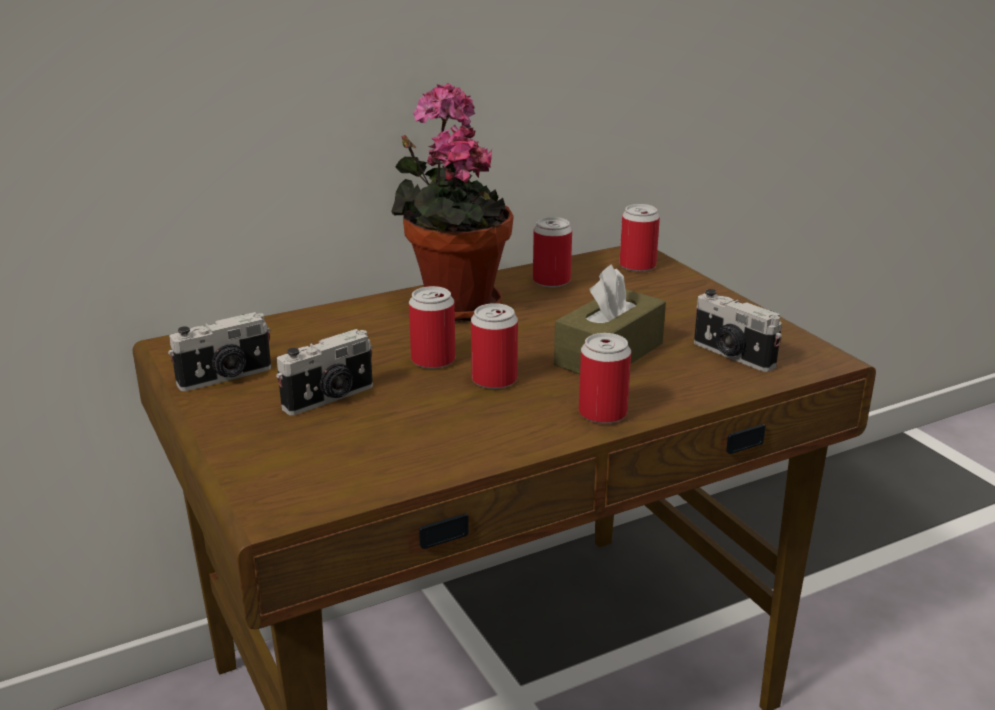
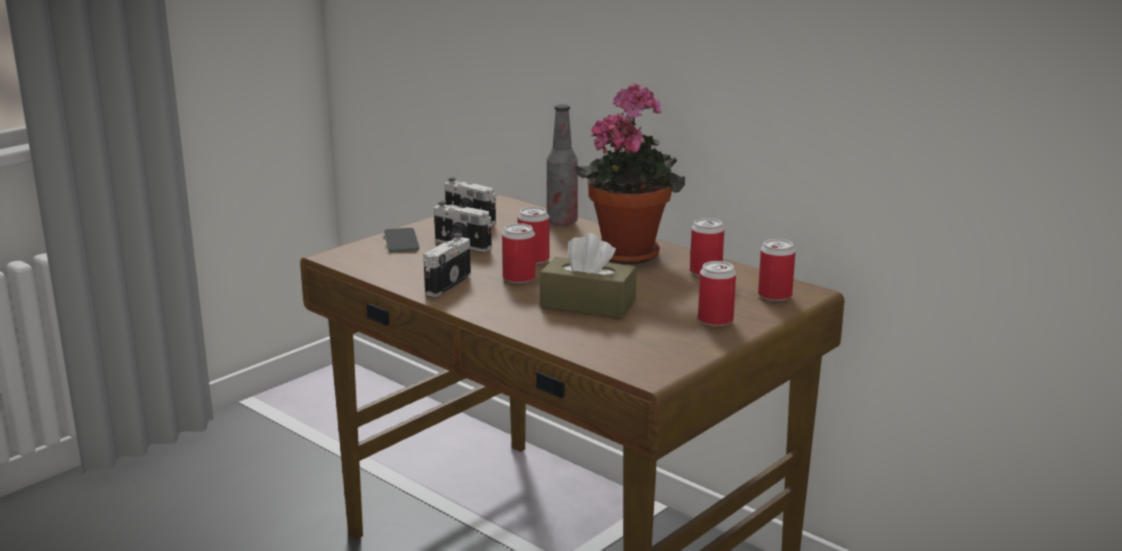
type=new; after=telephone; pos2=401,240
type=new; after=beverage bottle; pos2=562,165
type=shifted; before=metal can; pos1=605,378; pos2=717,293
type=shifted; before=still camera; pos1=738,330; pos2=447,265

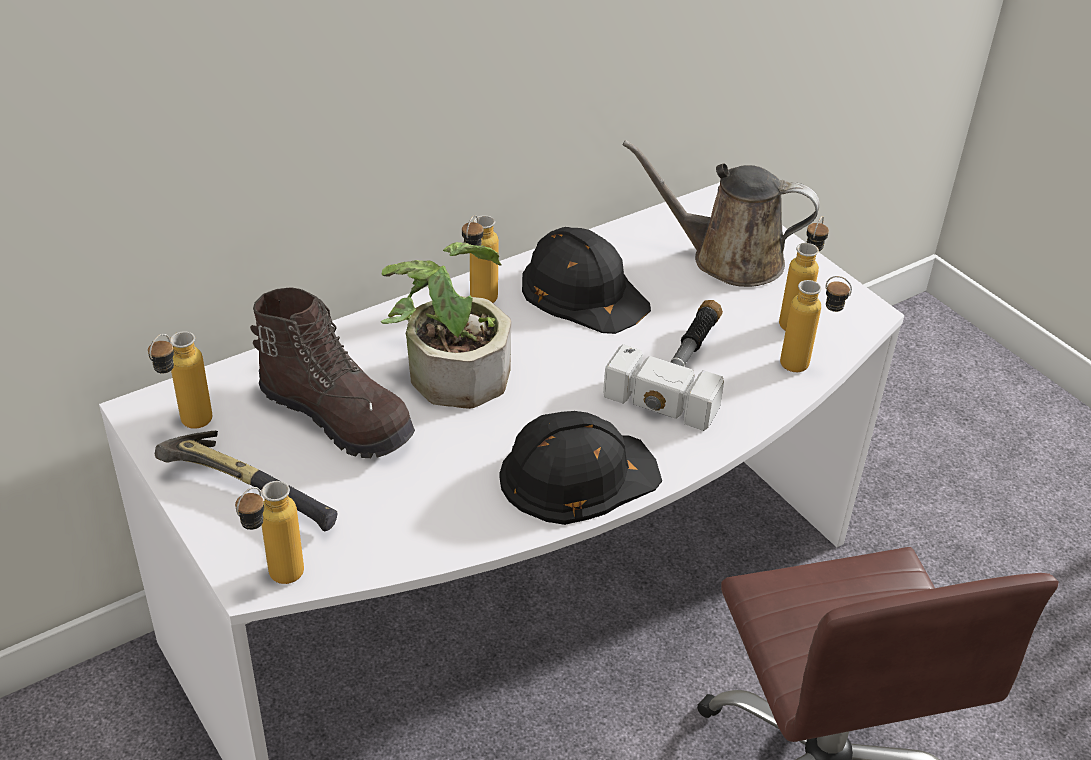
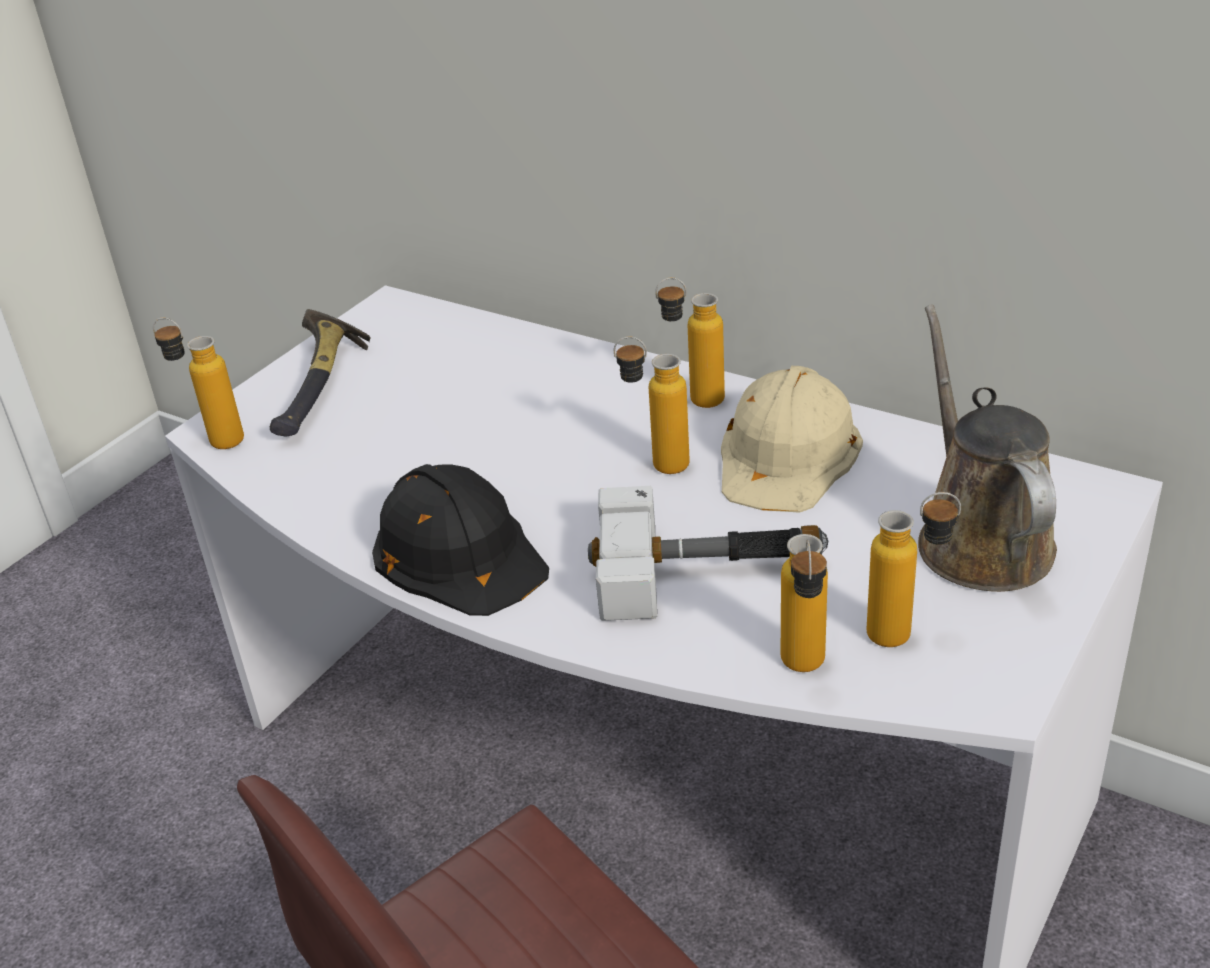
type=gone; before=brown-coloured high-top boot; pos1=332,372
type=gone; before=plant in a pot; pos1=446,325
type=shifted; before=beverage bottle; pos1=180,380; pos2=652,405
type=repainted; before=black-coloured hard hat; after=beige hard hat; pos1=586,280; pos2=792,439

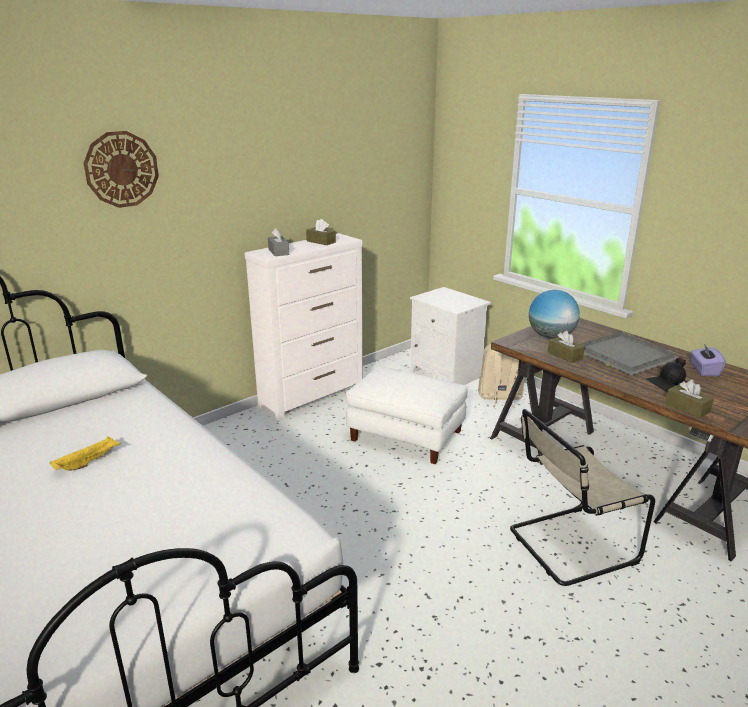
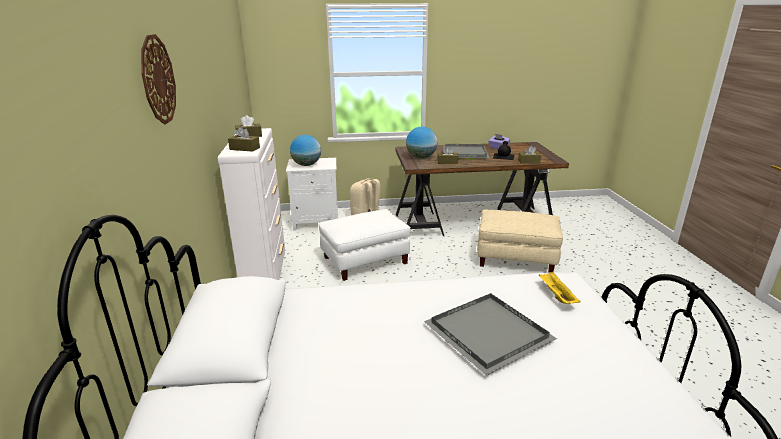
type=new; after=desk globe; pos2=305,150
type=new; after=greyish serving tray; pos2=490,334
type=shifted; before=yellow-coloured serving tray; pos1=85,453; pos2=559,288
type=swapped; before=beige plain chair; after=beige pouffe; pos1=582,497; pos2=520,241
type=repainted; before=greyish tissue box; after=brown-coloured tissue box; pos1=278,242; pos2=244,139

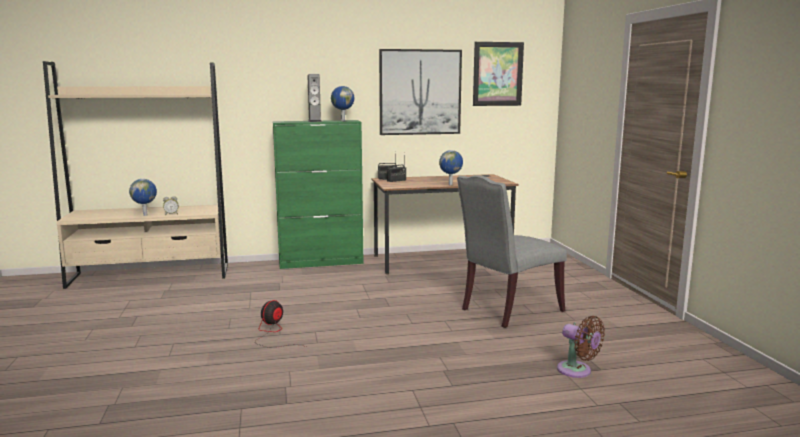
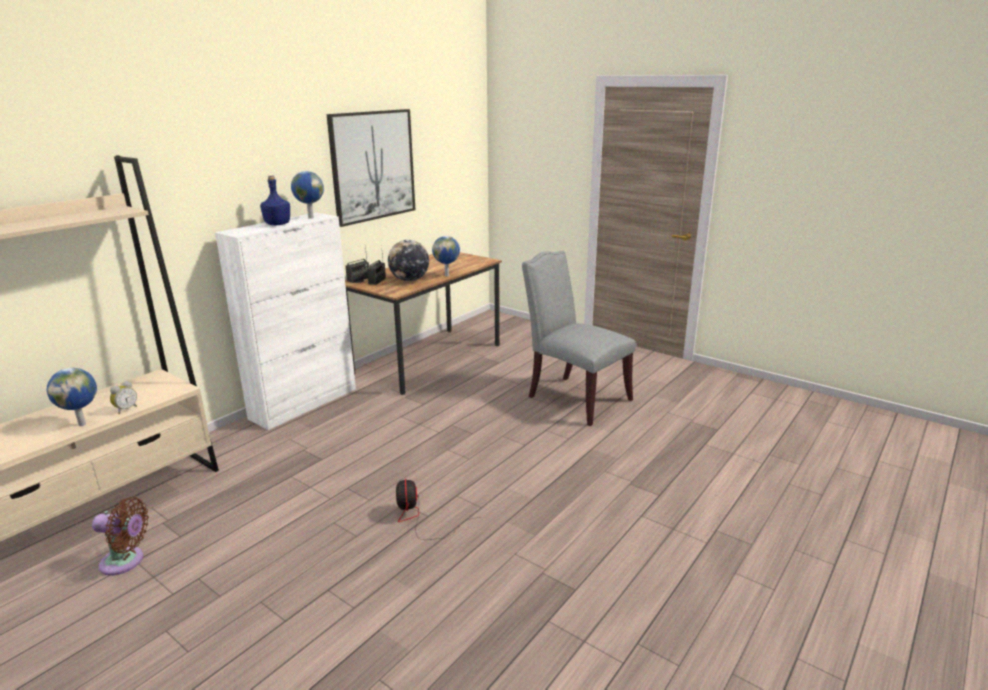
type=gone; before=wall art; pos1=498,74
type=new; after=desk globe; pos2=408,260
type=shifted; before=brown-coloured electric fan; pos1=581,347; pos2=120,536
type=swapped; before=audio speaker; after=blue-coloured beverage bottle; pos1=315,98; pos2=275,200
type=repainted; before=green cabinet; after=white cabinet; pos1=318,194; pos2=285,321
type=rotated; before=greyish plain chair; pos1=512,251; pos2=579,338; turn=120

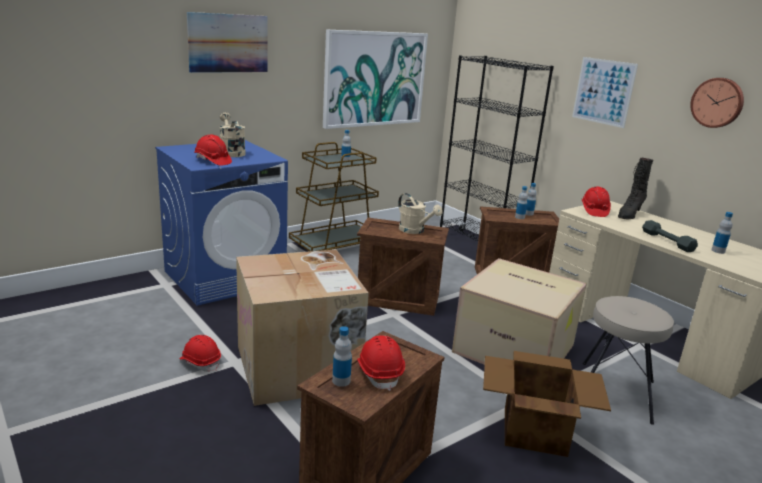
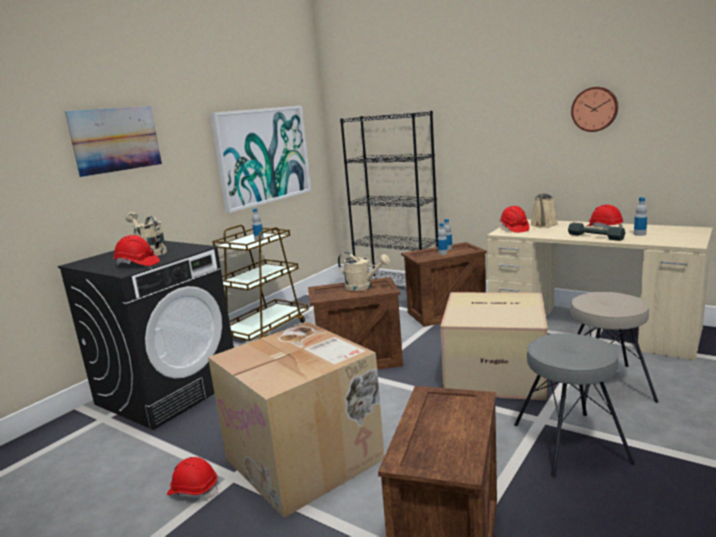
type=gone; before=beverage bottle; pos1=342,356
type=gone; before=wall art; pos1=605,92
type=shifted; before=red-coloured hard hat; pos1=381,363; pos2=605,217
type=swapped; before=packing box; after=greyish stool; pos1=547,404; pos2=574,405
type=swapped; before=black-coloured high-top boot; after=beige watering can; pos1=636,189; pos2=544,211
type=repainted; before=blue-coloured laundry machine; after=black-coloured laundry machine; pos1=221,223; pos2=146,335

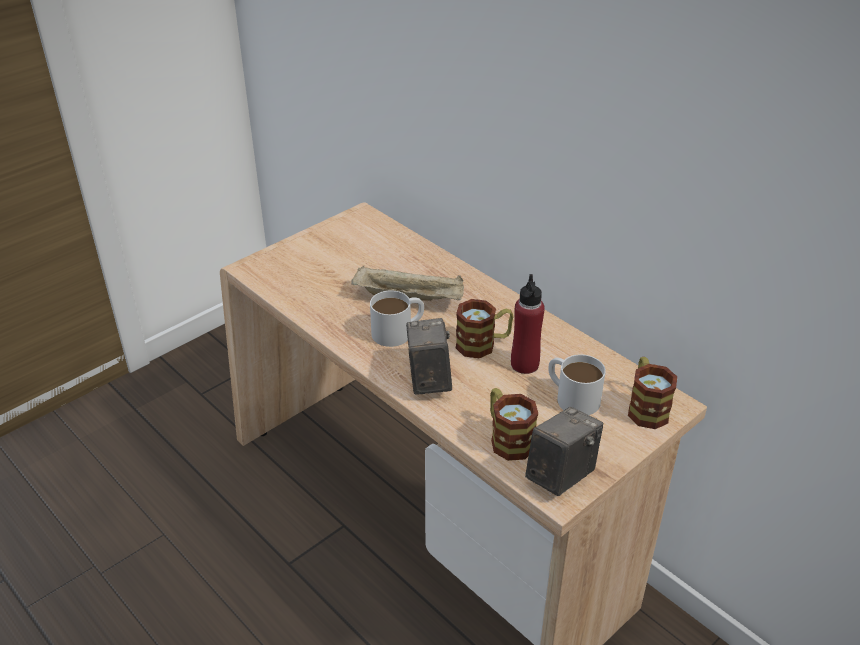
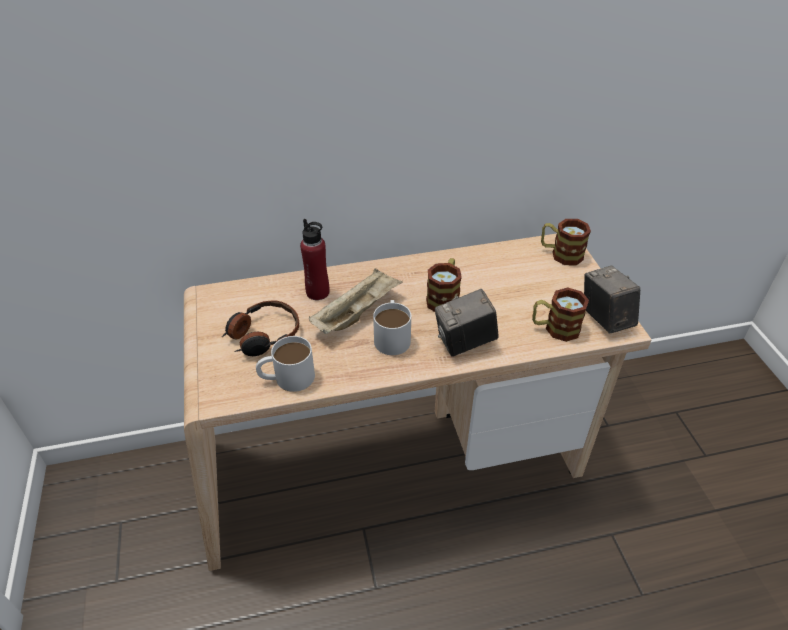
type=new; after=headset; pos2=260,328
type=shifted; before=red-coloured beverage bottle; pos1=528,324; pos2=314,259
type=shifted; before=white coffee mug; pos1=577,384; pos2=285,364
type=rotated; before=still camera; pos1=429,356; pos2=466,323; turn=-45

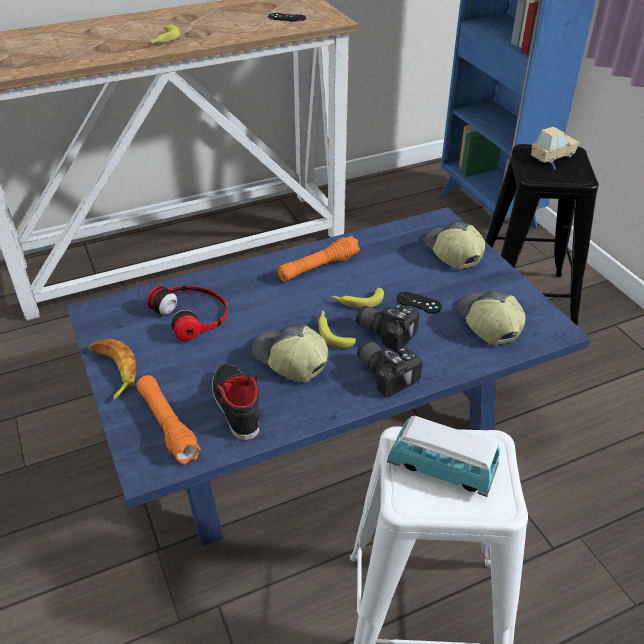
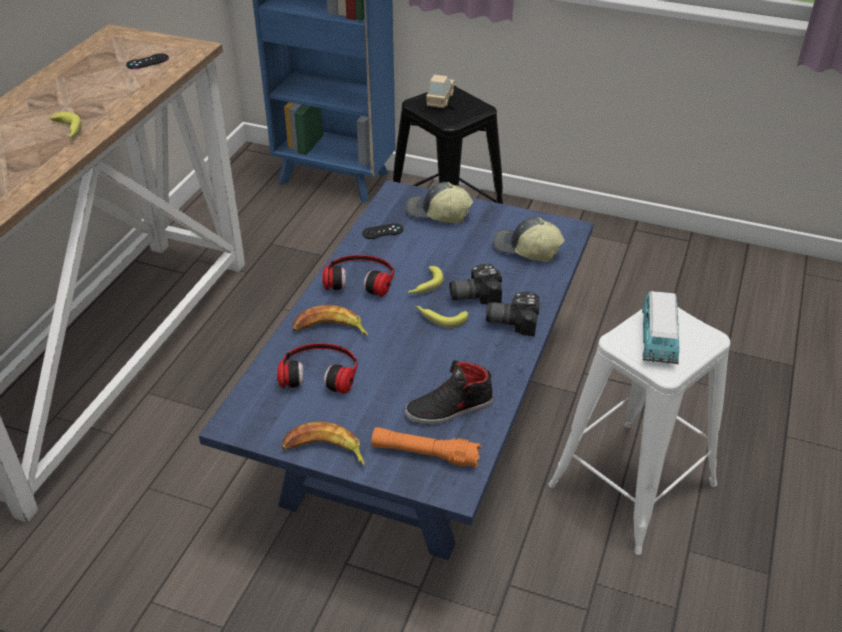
type=gone; before=baseball cap; pos1=289,353
type=new; after=banana; pos2=331,321
type=shifted; before=black-coloured game controller; pos1=419,303; pos2=382,231
type=swapped; before=orangey flashlight; after=headset; pos1=318,258; pos2=358,276
type=rotated; before=black-coloured shoe; pos1=235,402; pos2=449,392; turn=-45
type=rotated; before=model car; pos1=443,456; pos2=660,327; turn=-60

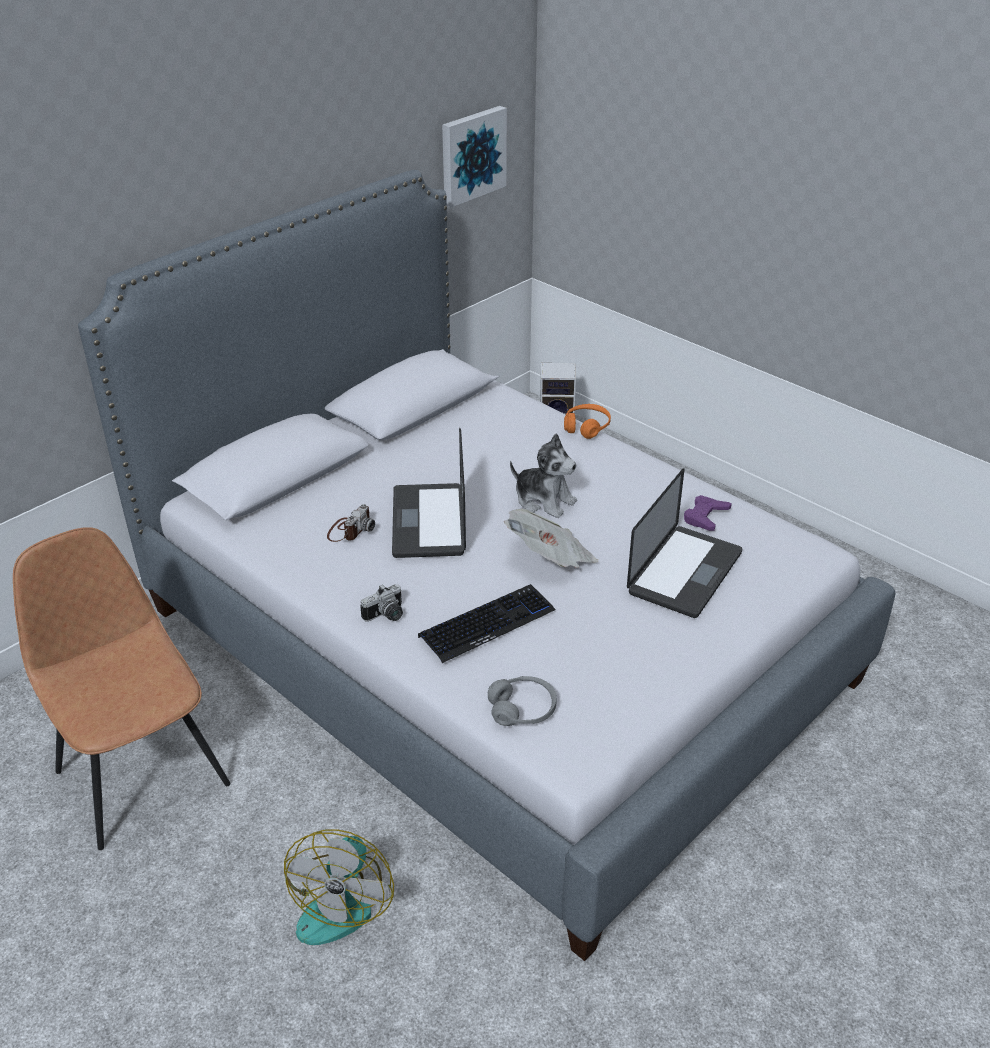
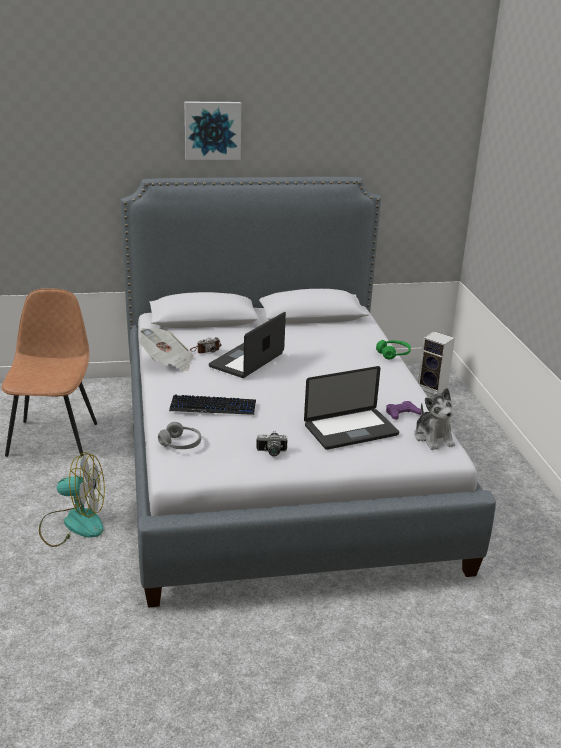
type=shifted; before=still camera; pos1=381,603; pos2=272,444
type=shifted; before=wall art; pos1=474,156; pos2=213,131
type=shifted; before=daily paper; pos1=551,538; pos2=166,349
type=shifted; before=cuddly toy; pos1=543,476; pos2=434,419
type=repainted; before=orangey headset; after=green headset; pos1=587,421; pos2=393,349
type=rotated; before=electric fan; pos1=339,887; pos2=72,499; turn=-135

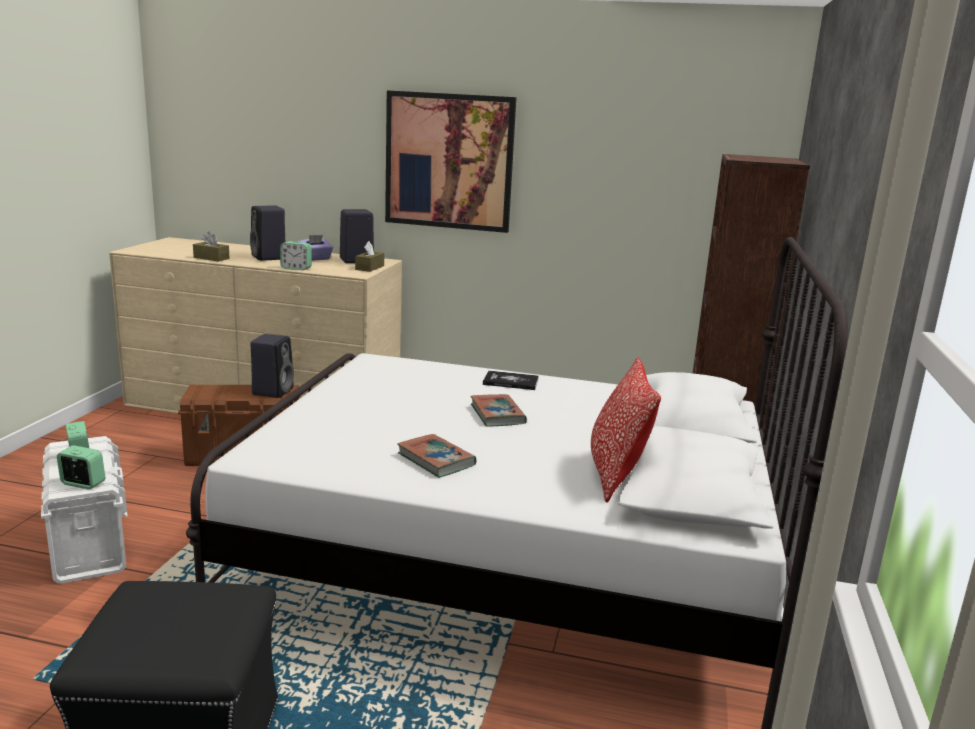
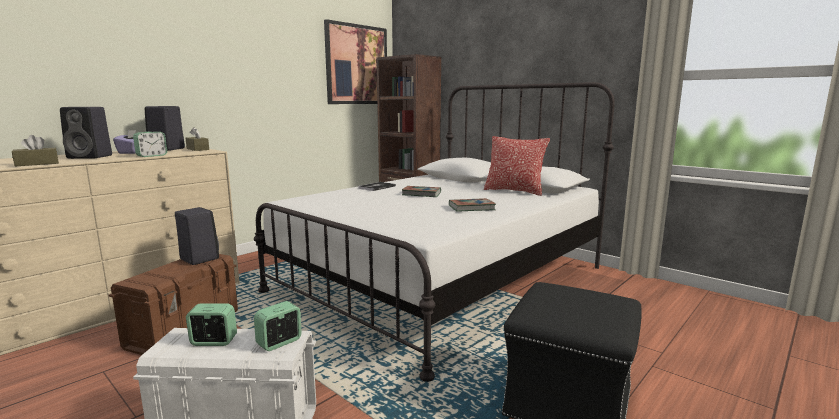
type=shifted; before=wall art; pos1=450,161; pos2=355,61

